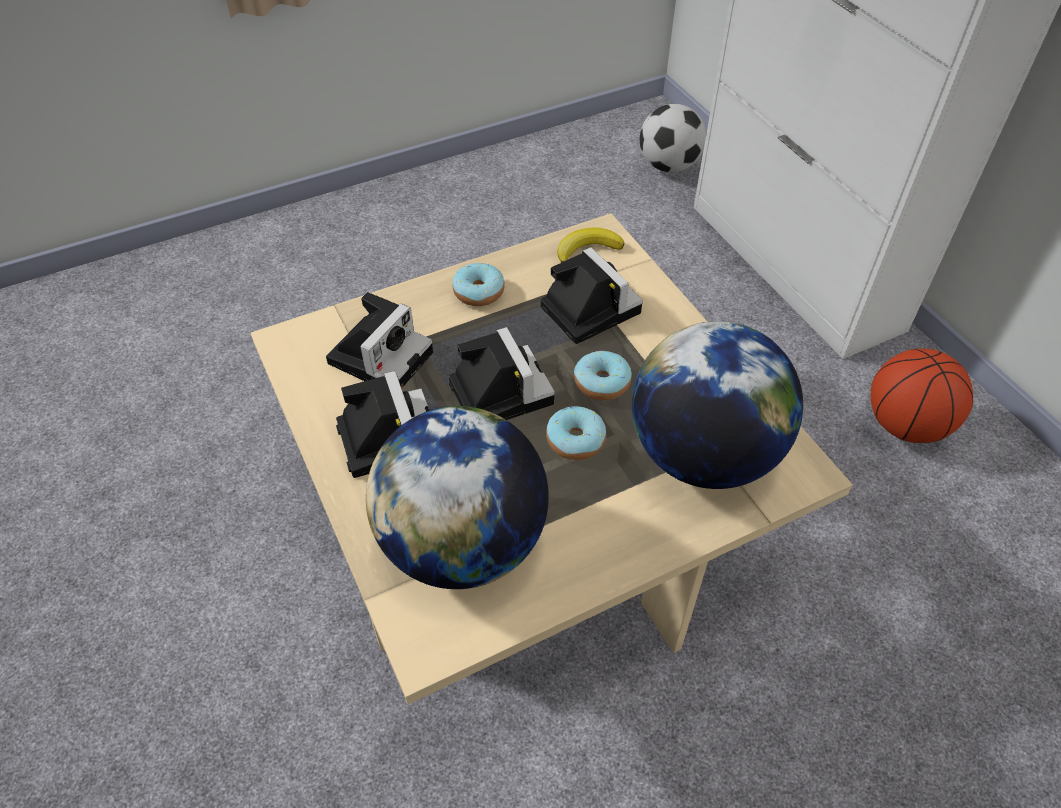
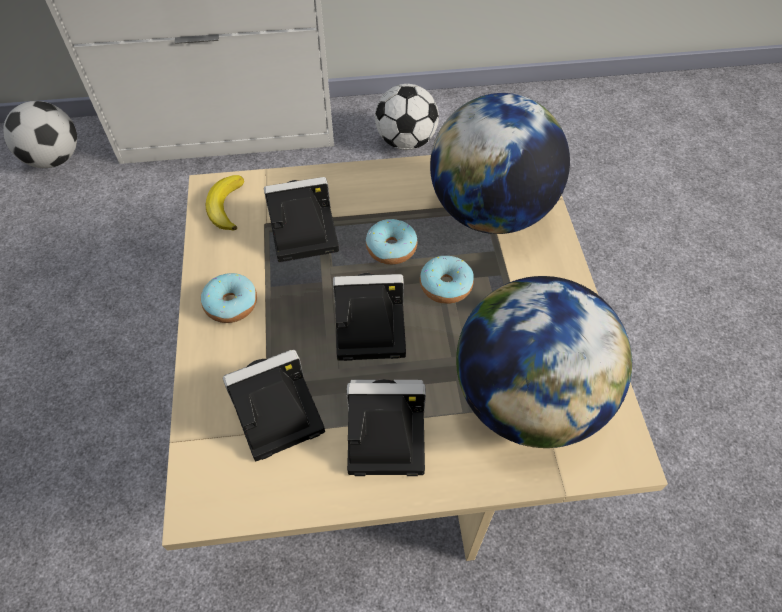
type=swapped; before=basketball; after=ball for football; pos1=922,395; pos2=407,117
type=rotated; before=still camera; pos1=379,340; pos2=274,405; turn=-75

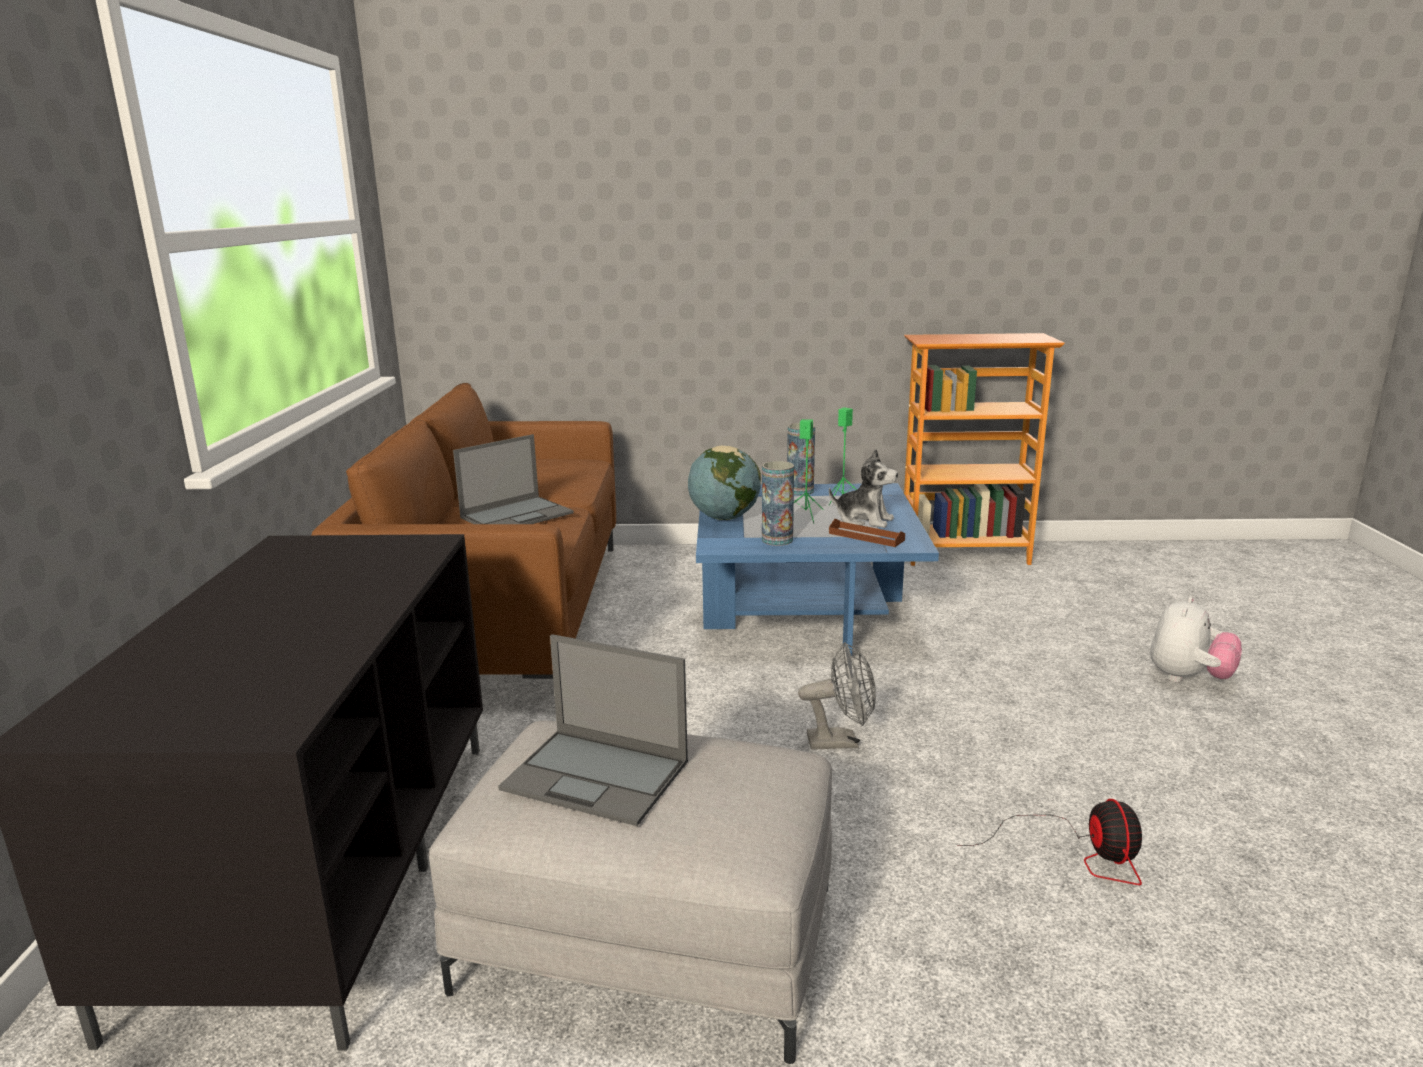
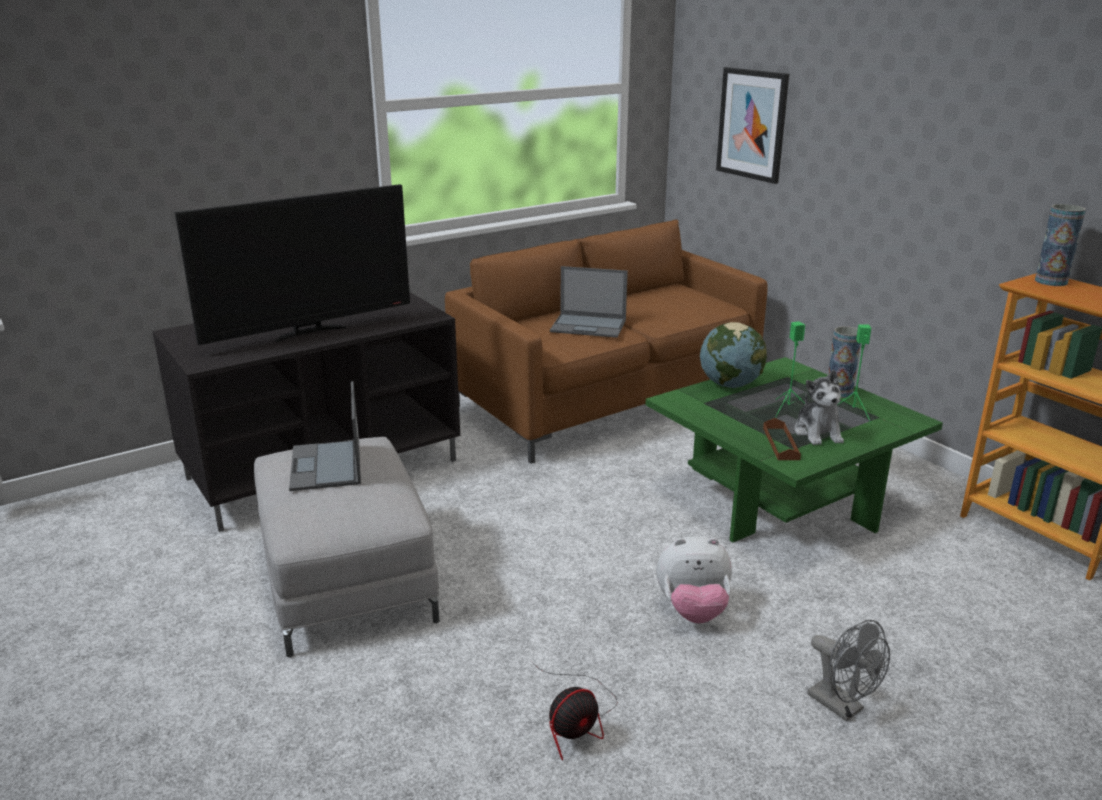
type=new; after=TV set; pos2=292,264
type=new; after=wall art; pos2=752,125
type=shifted; before=flower vase; pos1=778,503; pos2=1060,245
type=shifted; before=greyish electric fan; pos1=837,696; pos2=849,670
type=shifted; before=cuddly toy; pos1=1196,639; pos2=694,579
type=repainted; before=blue-coloured lounge table; after=green lounge table; pos1=817,569; pos2=794,449

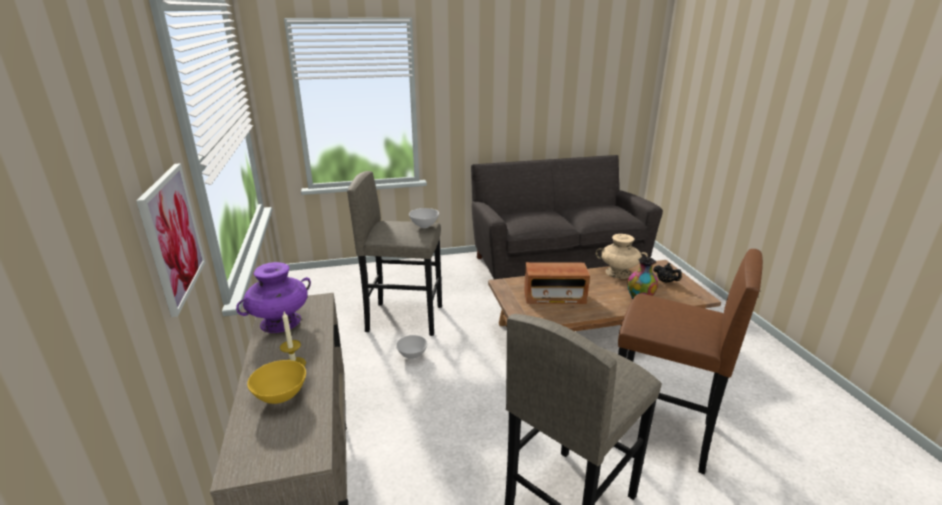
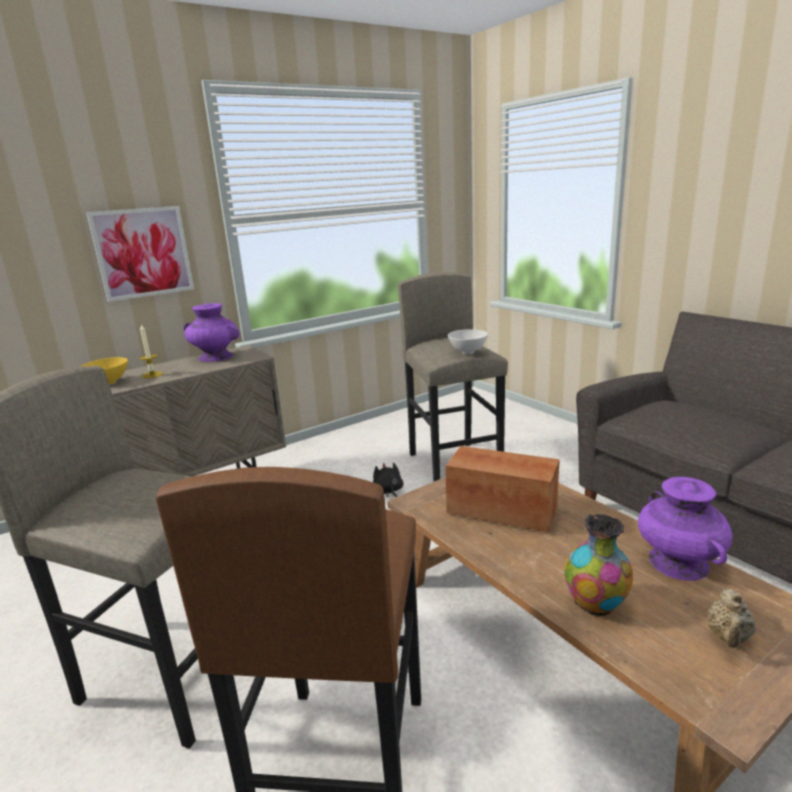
type=swapped; before=white bowl; after=black-coloured cuddly toy; pos1=411,347; pos2=388,480
type=repainted; before=beige flower vase; after=purple flower vase; pos1=622,256; pos2=685,529
type=repainted; before=black-coloured teapot; after=beige teapot; pos1=667,273; pos2=732,618
type=rotated; before=radio; pos1=557,283; pos2=502,489; turn=135

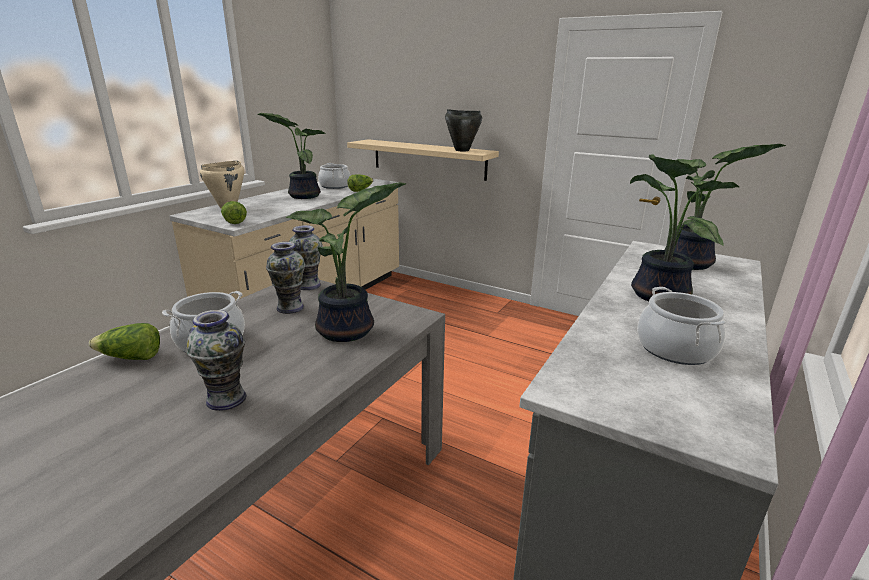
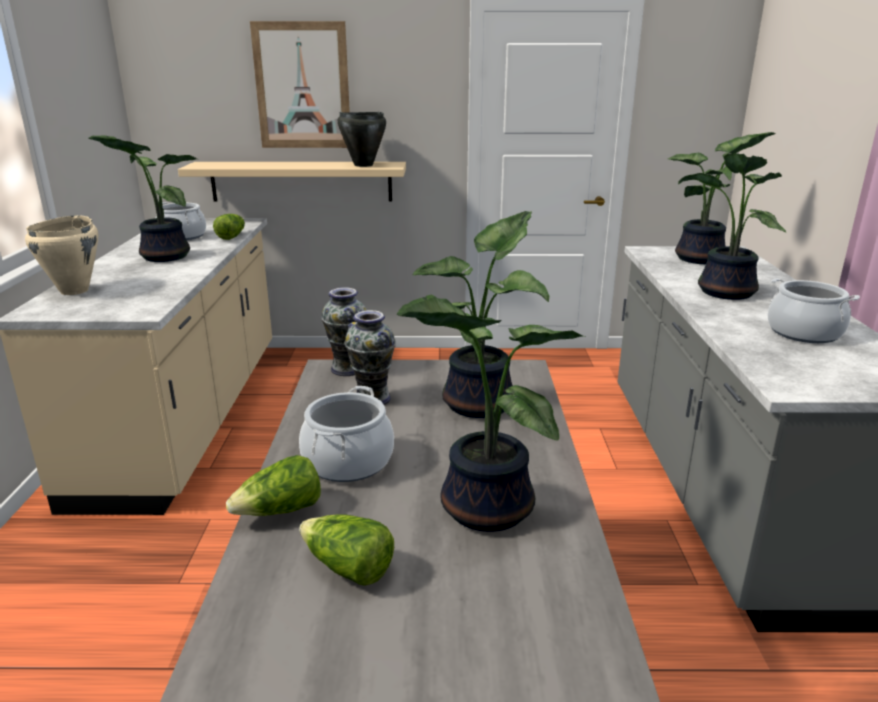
type=new; after=wall art; pos2=300,84
type=shifted; before=head of lettuce; pos1=234,212; pos2=346,550
type=swapped; before=flower vase; after=plant in a pot; pos1=216,360; pos2=491,413

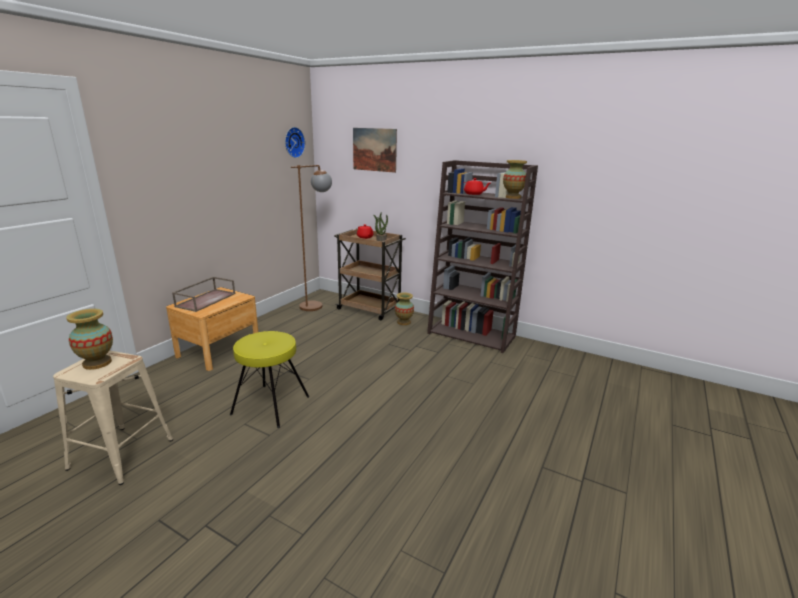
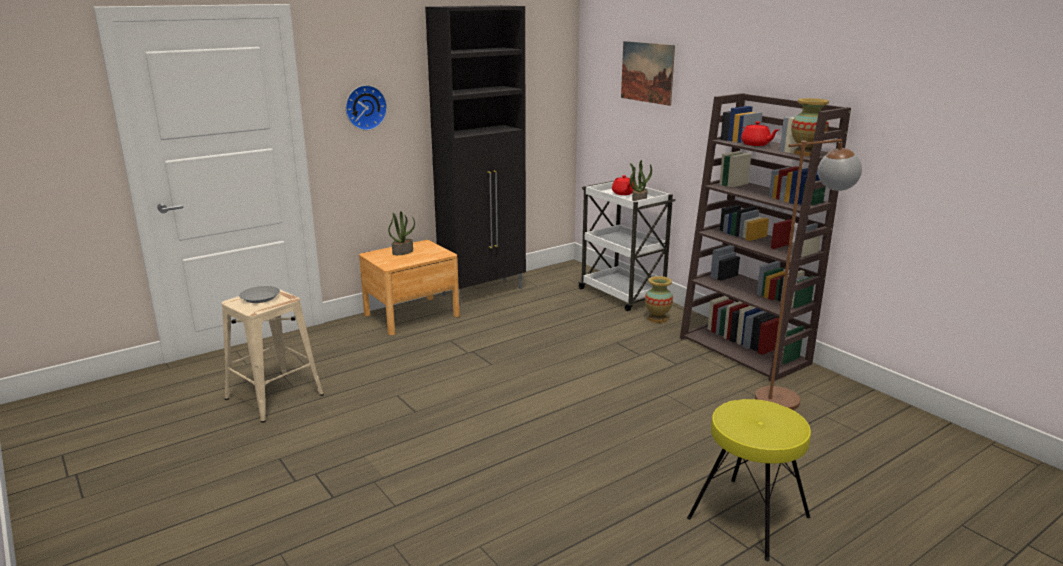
type=new; after=black-coloured cabinet; pos2=475,155
type=shifted; before=yellow-coloured stool; pos1=269,379; pos2=749,480
type=shifted; before=hanging clock; pos1=295,142; pos2=366,108
type=shifted; before=brown-coloured standing lamp; pos1=311,238; pos2=808,274
type=swapped; before=flower vase; after=greyish flat dish; pos1=90,339; pos2=259,294
type=swapped; before=brown-coloured serving tray; after=plant in a pot; pos1=204,294; pos2=401,233
type=repainted; before=brown-coloured cart; after=white cart; pos1=370,274; pos2=626,246

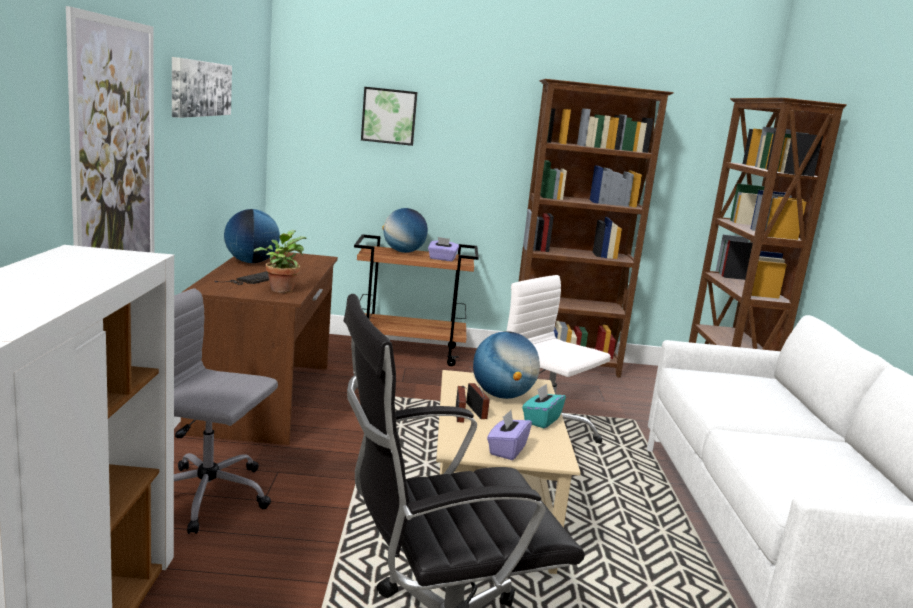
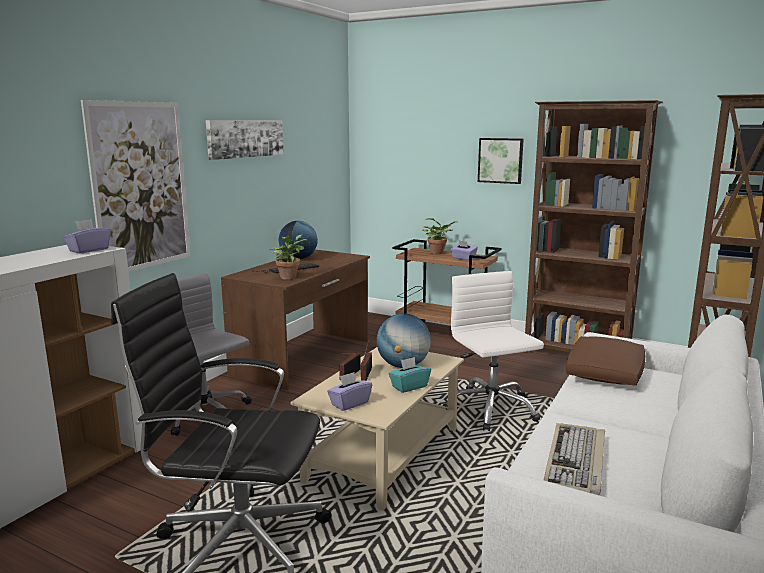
type=new; after=purple tissue box; pos2=87,236
type=new; after=PC keyboard; pos2=574,459
type=new; after=brown-coloured throw pillow; pos2=605,361
type=shifted; before=wall art; pos1=389,116; pos2=501,161
type=swapped; before=desk globe; after=plant in a pot; pos1=405,230; pos2=439,236

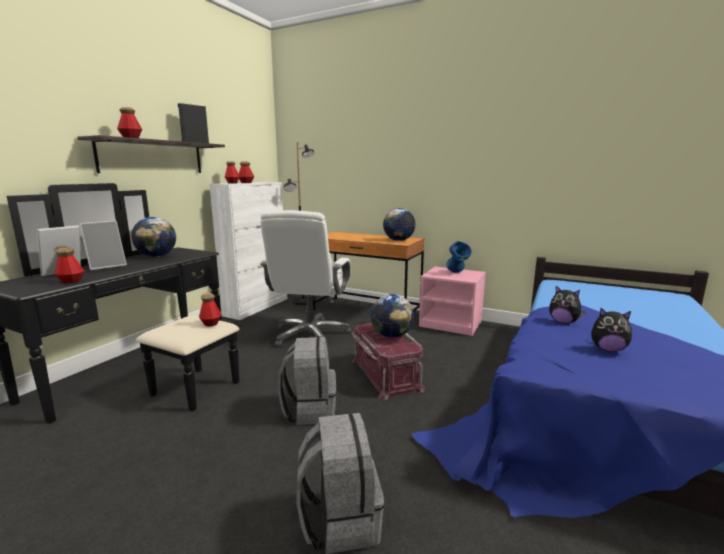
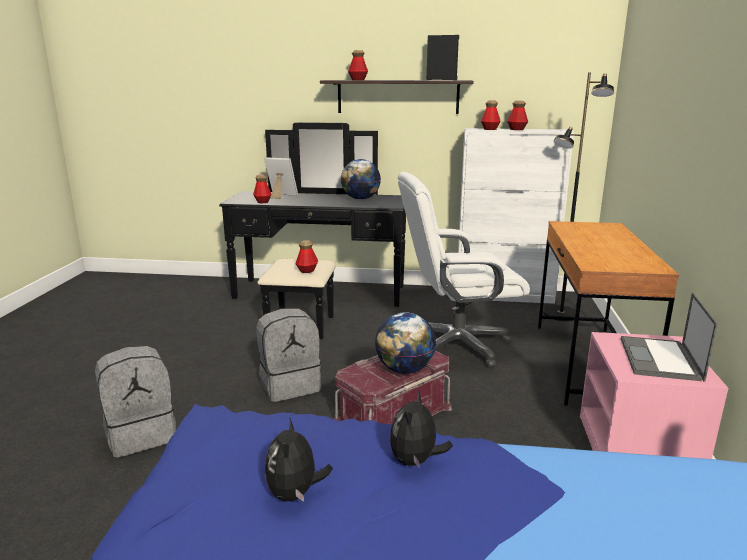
type=gone; before=standing frame; pos1=103,245
type=gone; before=desk globe; pos1=399,224
type=swapped; before=blue-coloured flower vase; after=portable computer; pos1=459,257; pos2=669,337

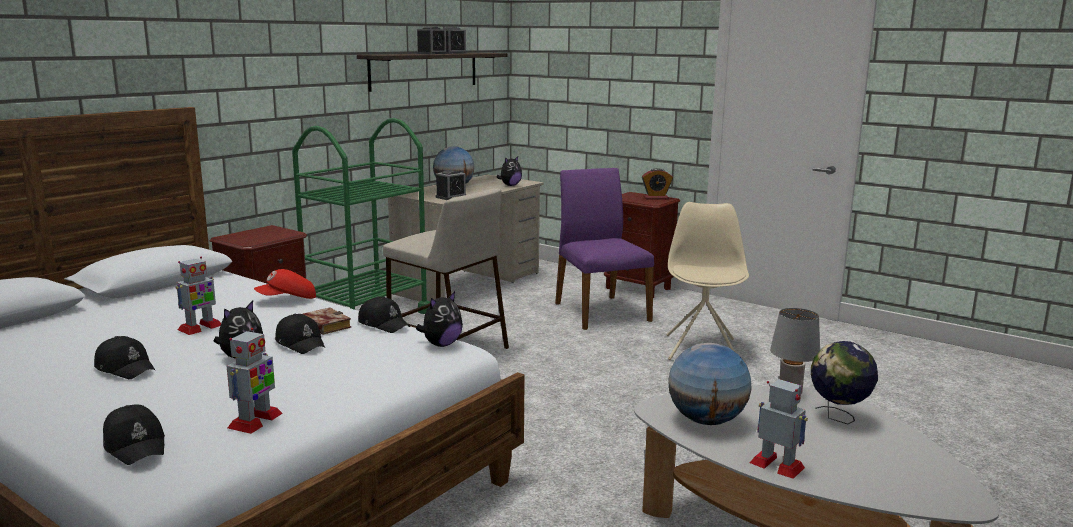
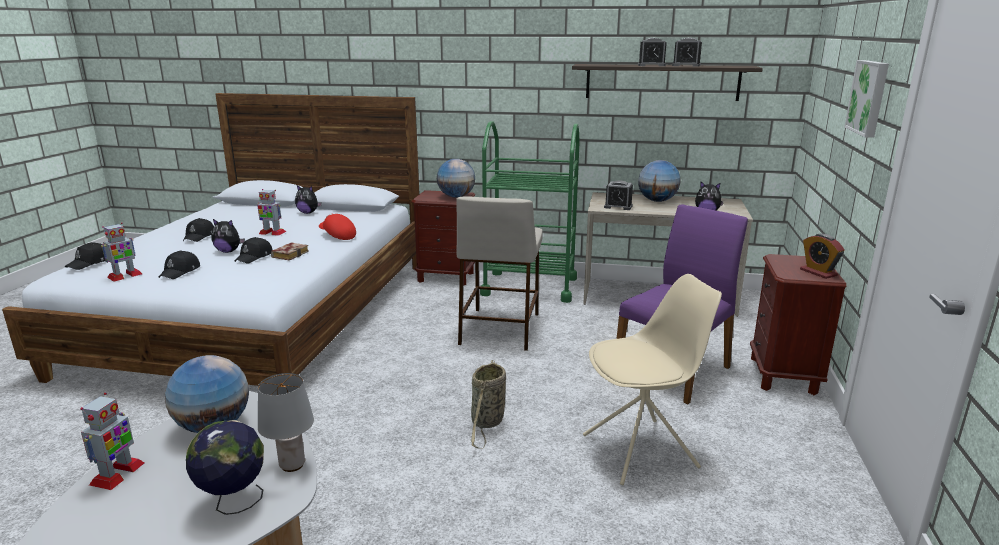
type=new; after=desk globe; pos2=456,178
type=new; after=storage basket; pos2=488,404
type=new; after=wall art; pos2=866,99
type=shifted; before=black-coloured baseball cap; pos1=384,314; pos2=179,264
type=shifted; before=cuddly toy; pos1=439,319; pos2=308,199
type=rotated; before=toy robot; pos1=255,381; pos2=121,252; turn=-45

